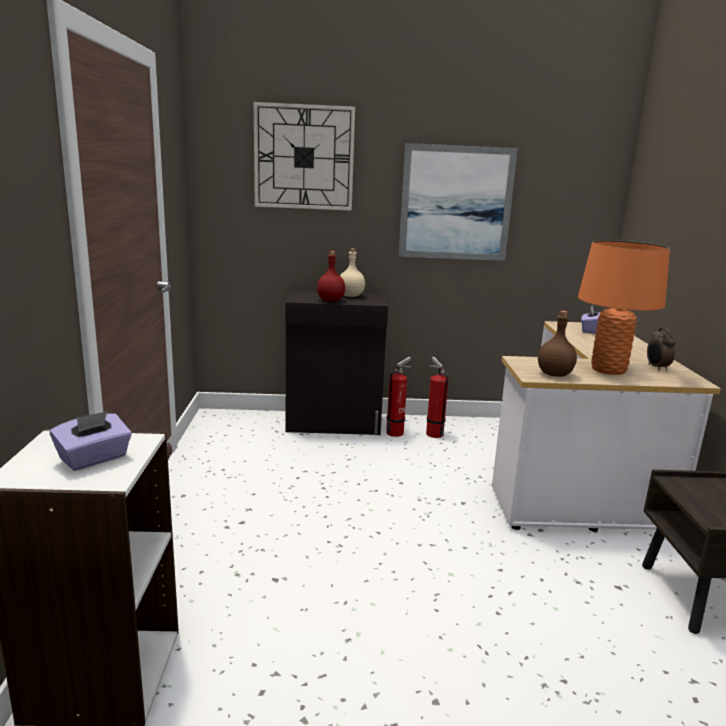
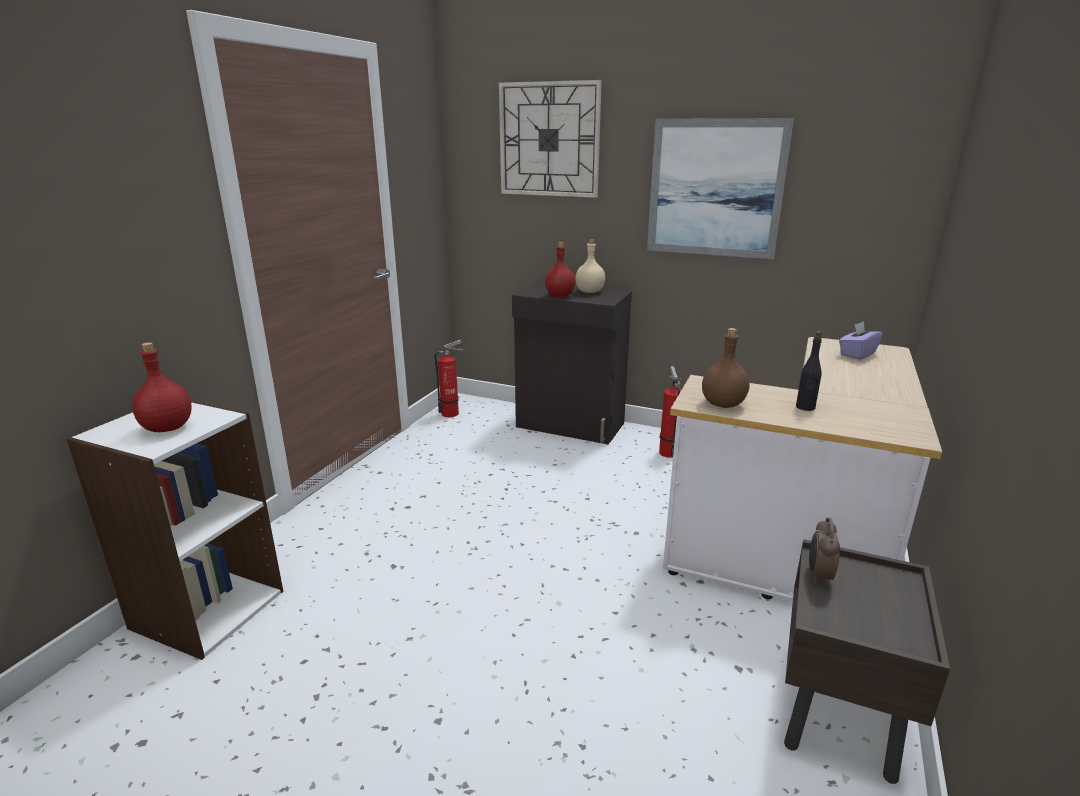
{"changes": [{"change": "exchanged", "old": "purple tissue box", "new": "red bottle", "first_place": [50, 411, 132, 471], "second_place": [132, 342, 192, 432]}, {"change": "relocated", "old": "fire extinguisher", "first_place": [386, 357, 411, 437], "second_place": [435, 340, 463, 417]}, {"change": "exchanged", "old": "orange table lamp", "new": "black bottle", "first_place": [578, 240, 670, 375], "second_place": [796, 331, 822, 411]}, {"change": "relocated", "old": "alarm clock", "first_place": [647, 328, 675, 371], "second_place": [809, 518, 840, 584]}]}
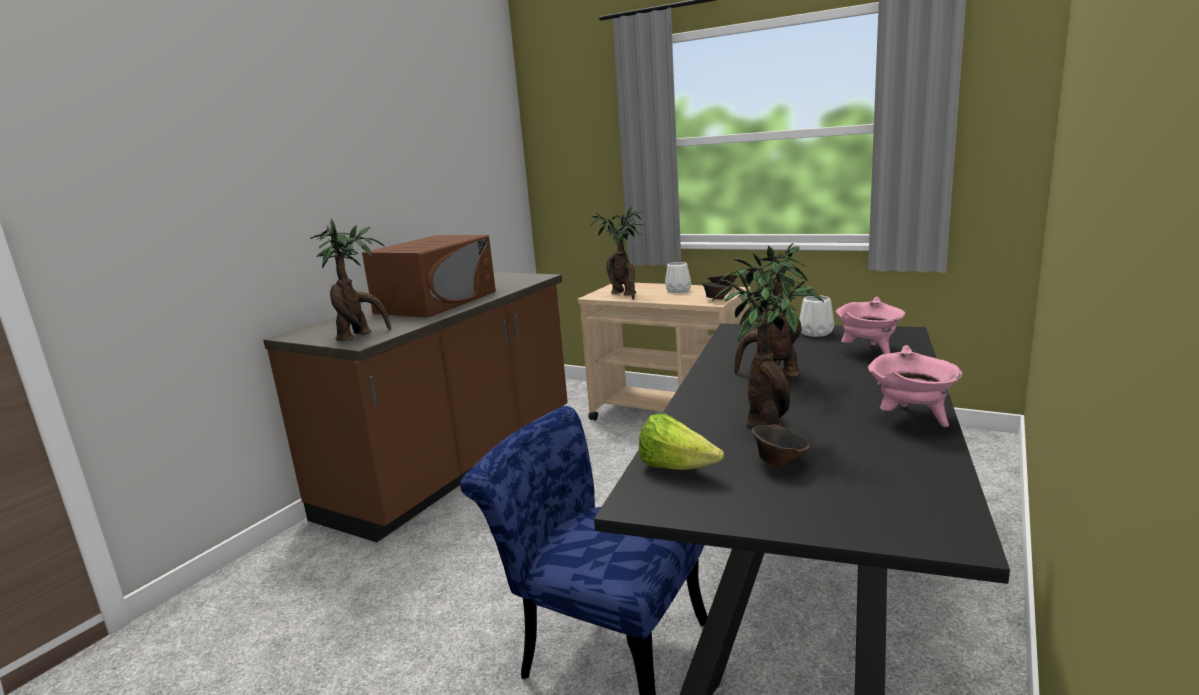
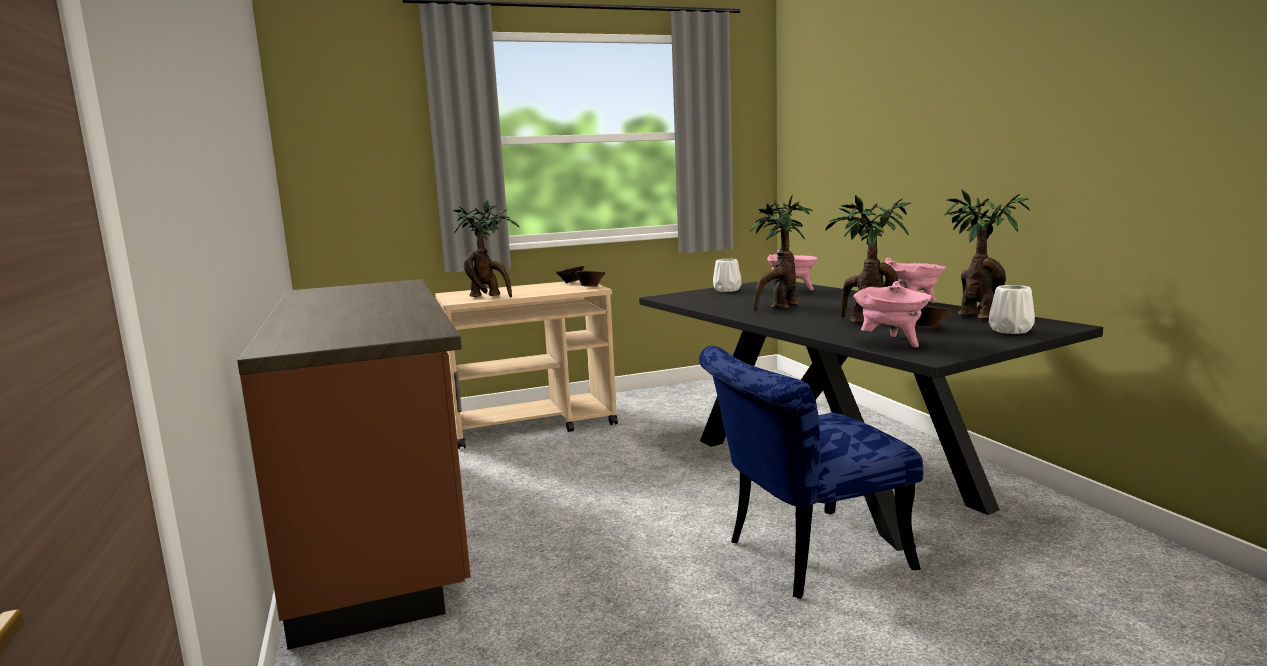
{"changes": [{"change": "exchanged", "old": "lettuce", "new": "pink cooking pot", "first_place": [639, 414, 724, 470], "second_place": [853, 281, 932, 347]}, {"change": "relocated", "old": "potted plant", "first_place": [310, 218, 391, 341], "second_place": [944, 189, 1030, 319]}, {"change": "relocated", "old": "white vase", "first_place": [665, 262, 691, 293], "second_place": [989, 285, 1035, 334]}, {"change": "missing", "old": "brown microwave", "first_place": [362, 235, 496, 318]}]}
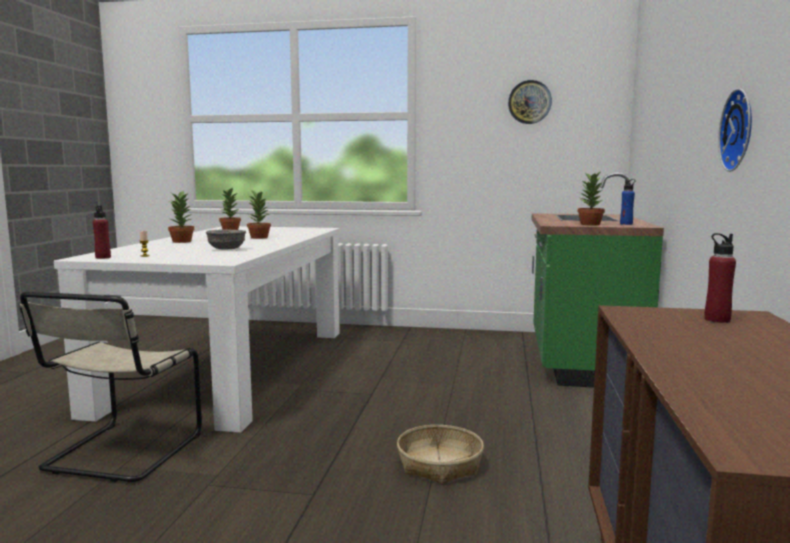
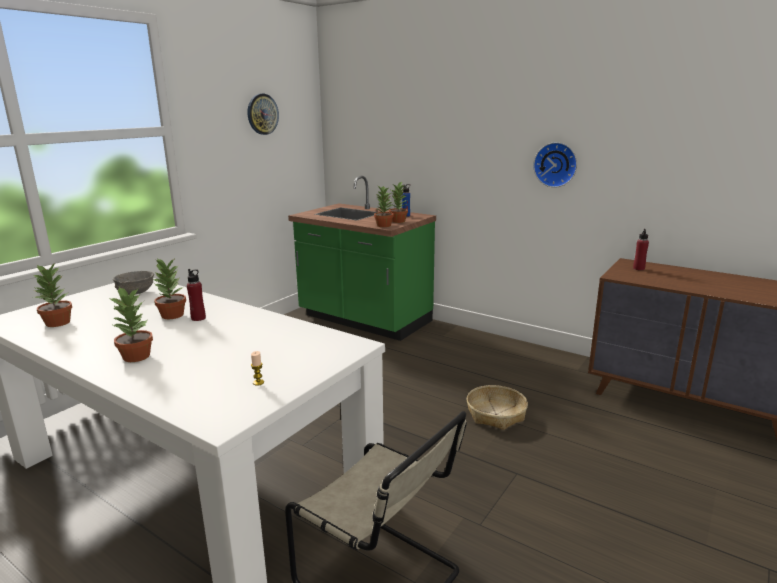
{"changes": [{"change": "relocated", "old": "grey bowl", "first_place": [206, 229, 246, 249], "second_place": [113, 271, 154, 295]}, {"change": "relocated", "old": "red bottle", "first_place": [93, 205, 111, 259], "second_place": [187, 269, 206, 321]}, {"change": "appeared", "new": "potted plant", "second_place": [374, 185, 394, 227]}]}
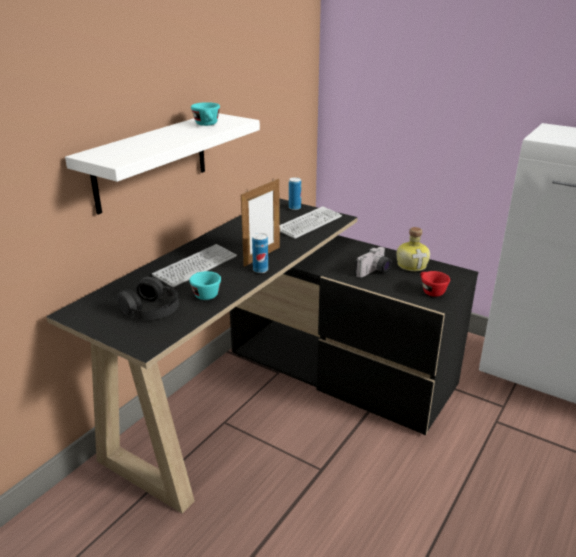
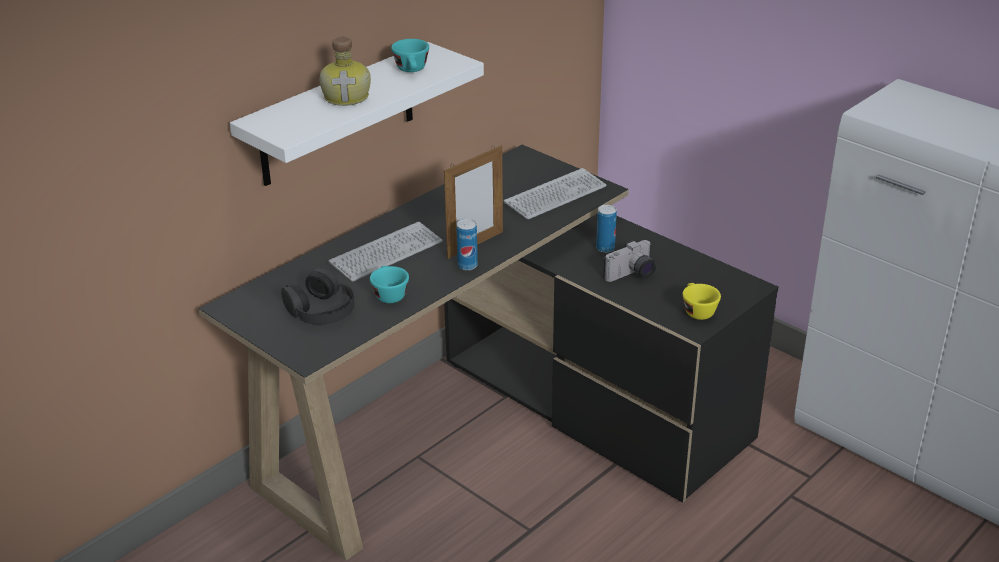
{"changes": [{"change": "relocated", "old": "bottle", "first_place": [396, 227, 430, 271], "second_place": [319, 37, 371, 106]}, {"change": "relocated", "old": "can", "first_place": [289, 177, 301, 210], "second_place": [596, 205, 617, 253]}, {"change": "colour", "old": "red cup", "new": "yellow cup", "first_place": [420, 271, 450, 297], "second_place": [683, 283, 721, 320]}]}
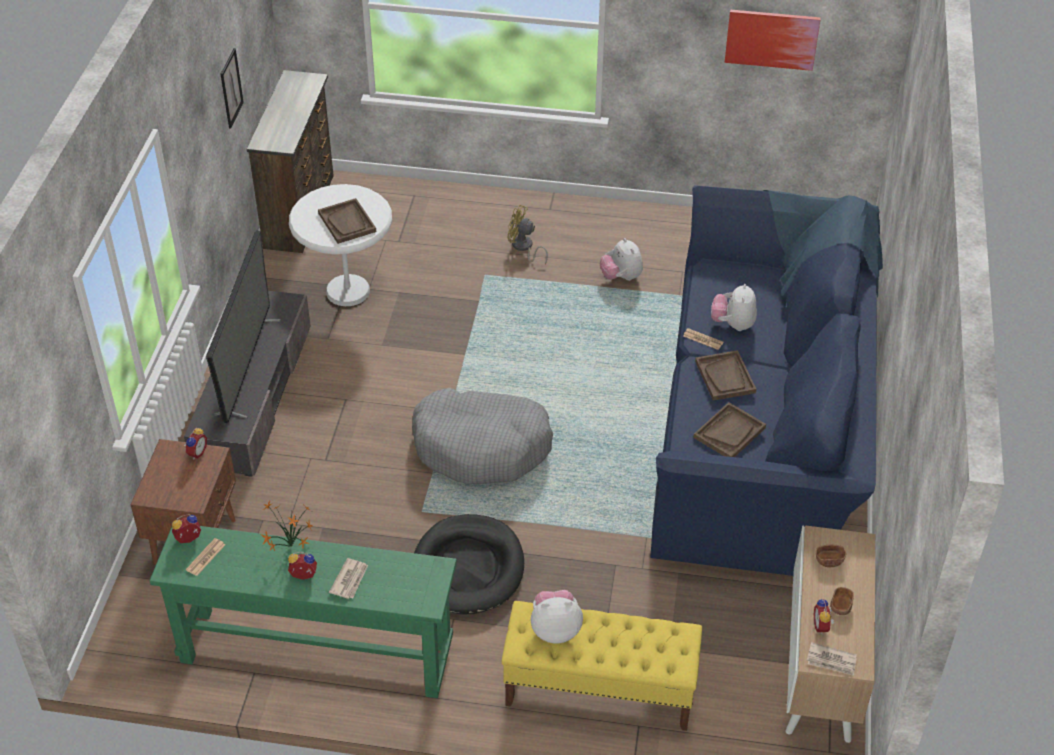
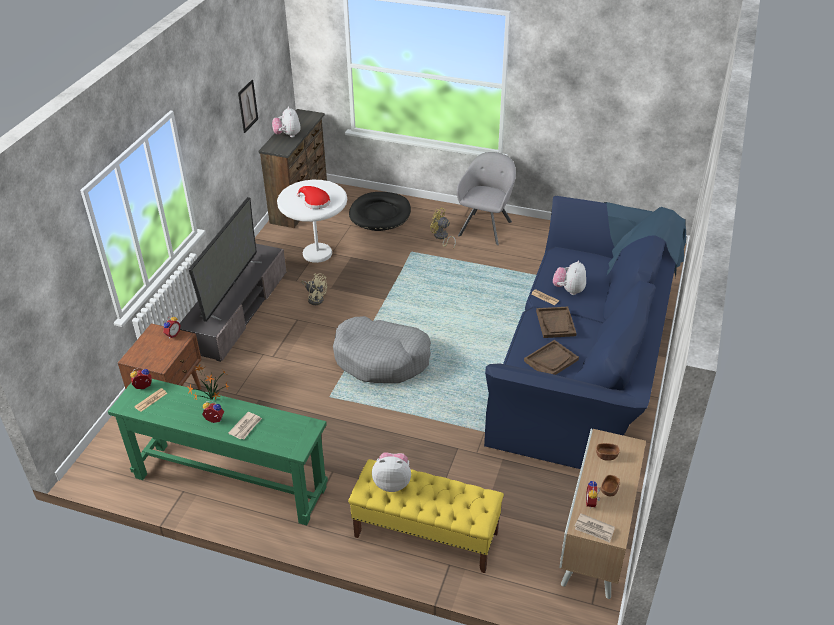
{"changes": [{"change": "relocated", "old": "plush toy", "first_place": [600, 238, 643, 281], "second_place": [272, 106, 301, 137]}, {"change": "exchanged", "old": "brown tray", "new": "red hat", "first_place": [318, 198, 376, 244], "second_place": [297, 186, 330, 209]}, {"change": "appeared", "new": "beige fan", "second_place": [301, 273, 327, 305]}, {"change": "relocated", "old": "black dog bed", "first_place": [414, 514, 524, 615], "second_place": [349, 192, 411, 231]}, {"change": "appeared", "new": "grey armchair", "second_place": [457, 152, 516, 245]}, {"change": "missing", "old": "picture", "first_place": [725, 9, 821, 71]}]}
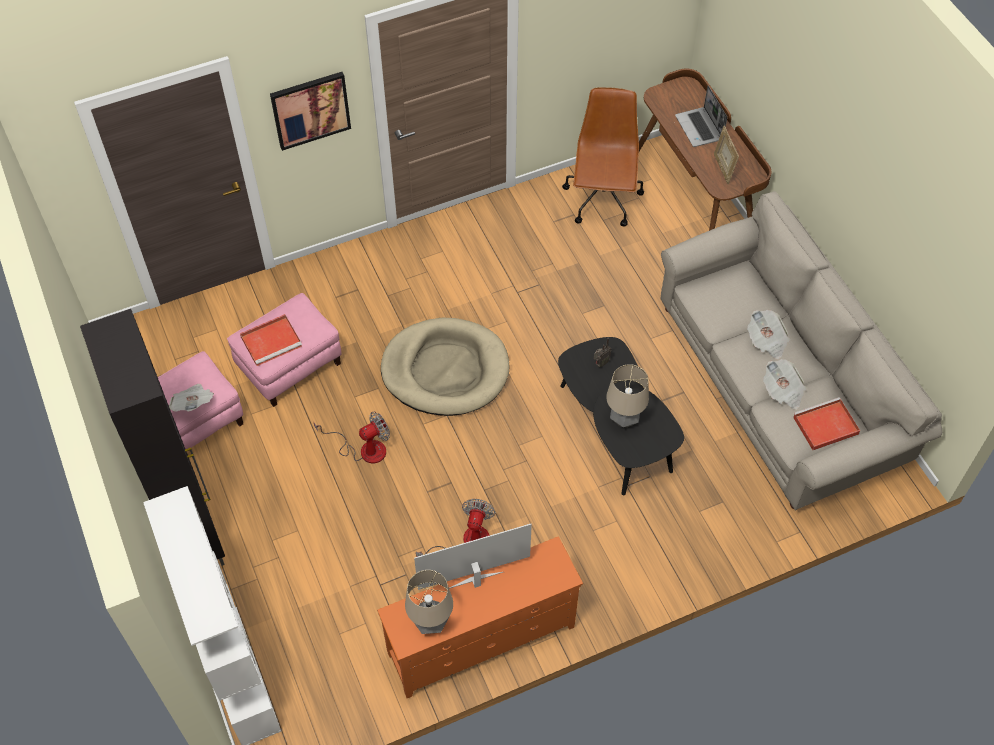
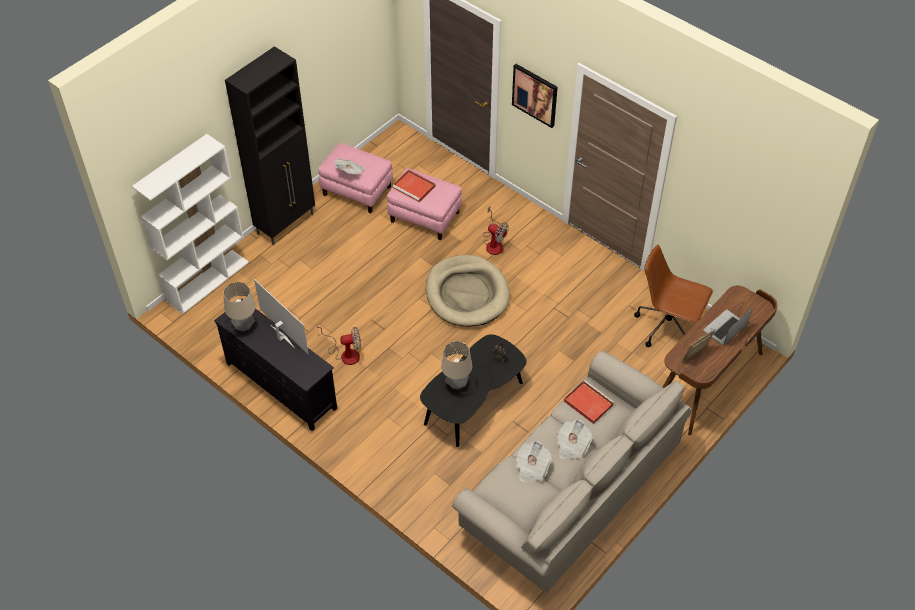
{"changes": [{"change": "colour", "old": "orange tv stand", "new": "black tv stand", "first_place": [377, 536, 583, 698], "second_place": [214, 299, 337, 431]}, {"change": "relocated", "old": "fan", "first_place": [314, 412, 390, 464], "second_place": [483, 206, 509, 255]}, {"change": "relocated", "old": "red tray", "first_place": [793, 397, 860, 450], "second_place": [564, 380, 614, 424]}, {"change": "spun", "old": "brown office chair", "first_place": [562, 87, 644, 226], "second_place": [634, 245, 713, 347], "degrees": -135}]}
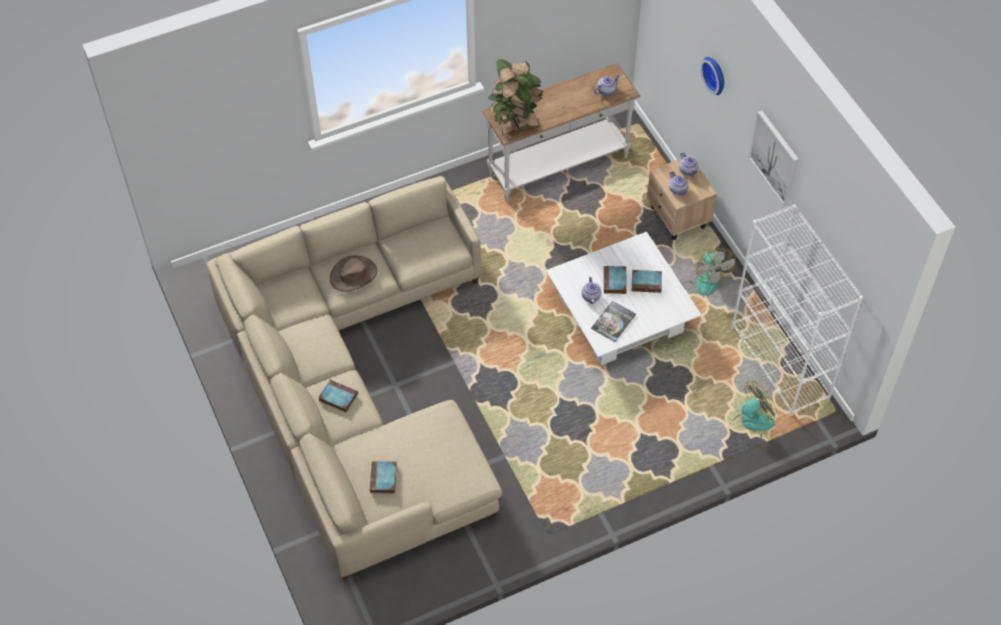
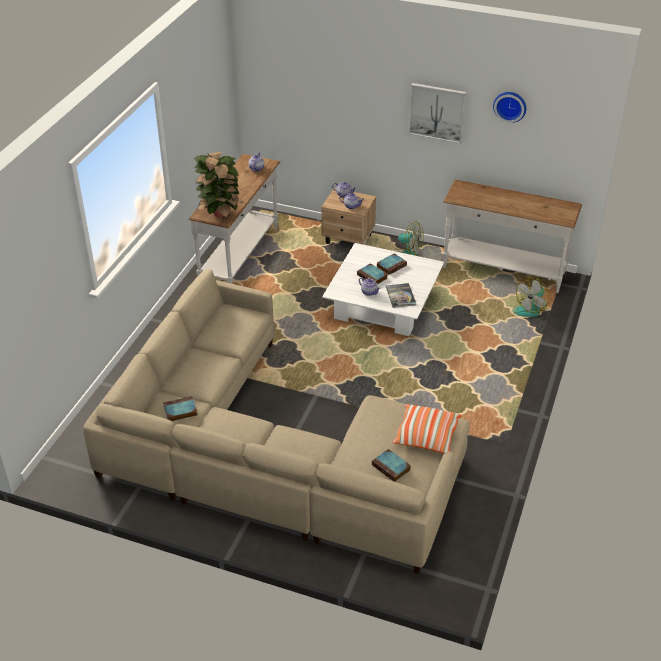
{"changes": [{"change": "relocated", "old": "book", "first_place": [318, 380, 358, 412], "second_place": [163, 396, 198, 421]}, {"change": "appeared", "new": "pillow", "second_place": [392, 404, 462, 454]}, {"change": "exchanged", "old": "white bookcase", "new": "white console table", "first_place": [731, 204, 863, 416], "second_place": [442, 180, 582, 293]}, {"change": "relocated", "old": "wall clock", "first_place": [700, 57, 724, 95], "second_place": [493, 92, 526, 123]}, {"change": "spun", "old": "fan", "first_place": [731, 381, 777, 449], "second_place": [513, 277, 549, 317], "degrees": -150}, {"change": "missing", "old": "brown hat", "first_place": [330, 255, 377, 292]}]}
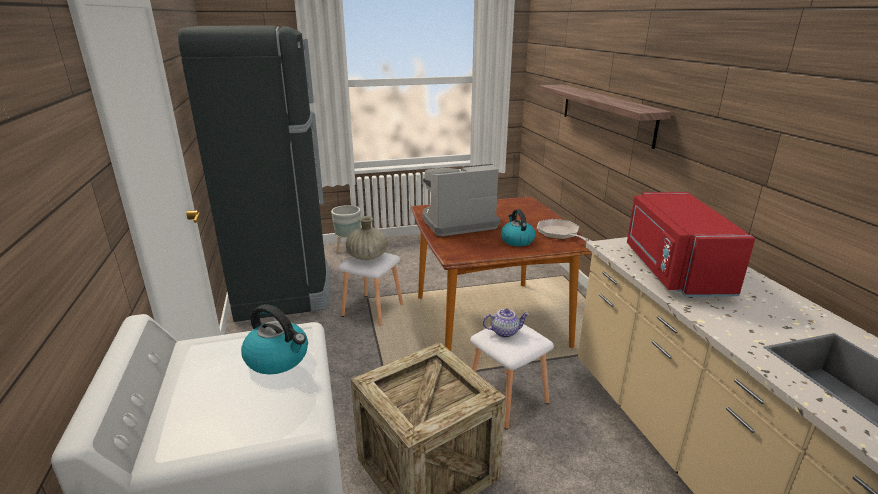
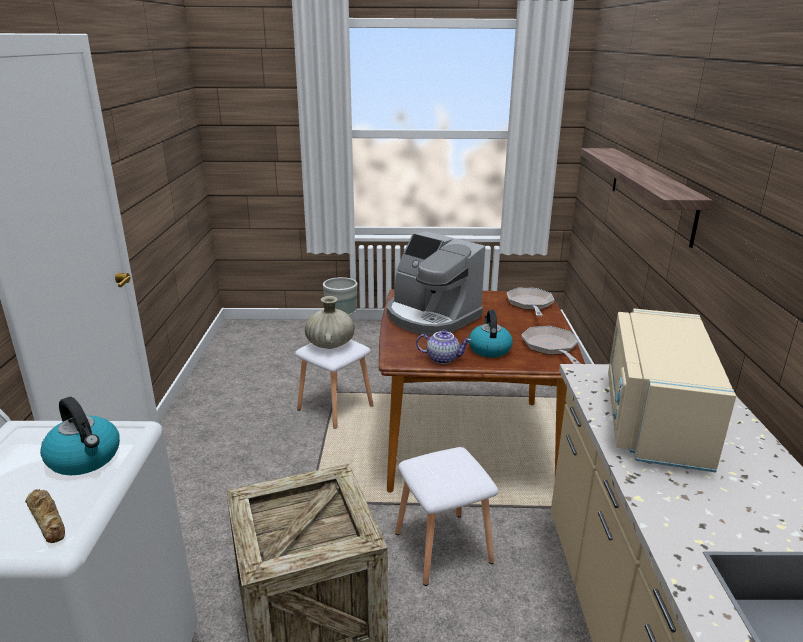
{"changes": [{"change": "appeared", "new": "bread", "second_place": [25, 489, 65, 543]}, {"change": "spun", "old": "coffee machine", "first_place": [422, 164, 501, 236], "second_place": [387, 231, 485, 336], "degrees": -135}, {"change": "relocated", "old": "teapot", "first_place": [483, 309, 529, 338], "second_place": [416, 330, 471, 364]}, {"change": "appeared", "new": "frying pan", "second_place": [507, 288, 554, 316]}, {"change": "colour", "old": "red microwave", "new": "beige microwave", "first_place": [627, 192, 755, 297], "second_place": [608, 309, 736, 473]}, {"change": "missing", "old": "black fridge", "first_place": [178, 25, 330, 322]}]}
